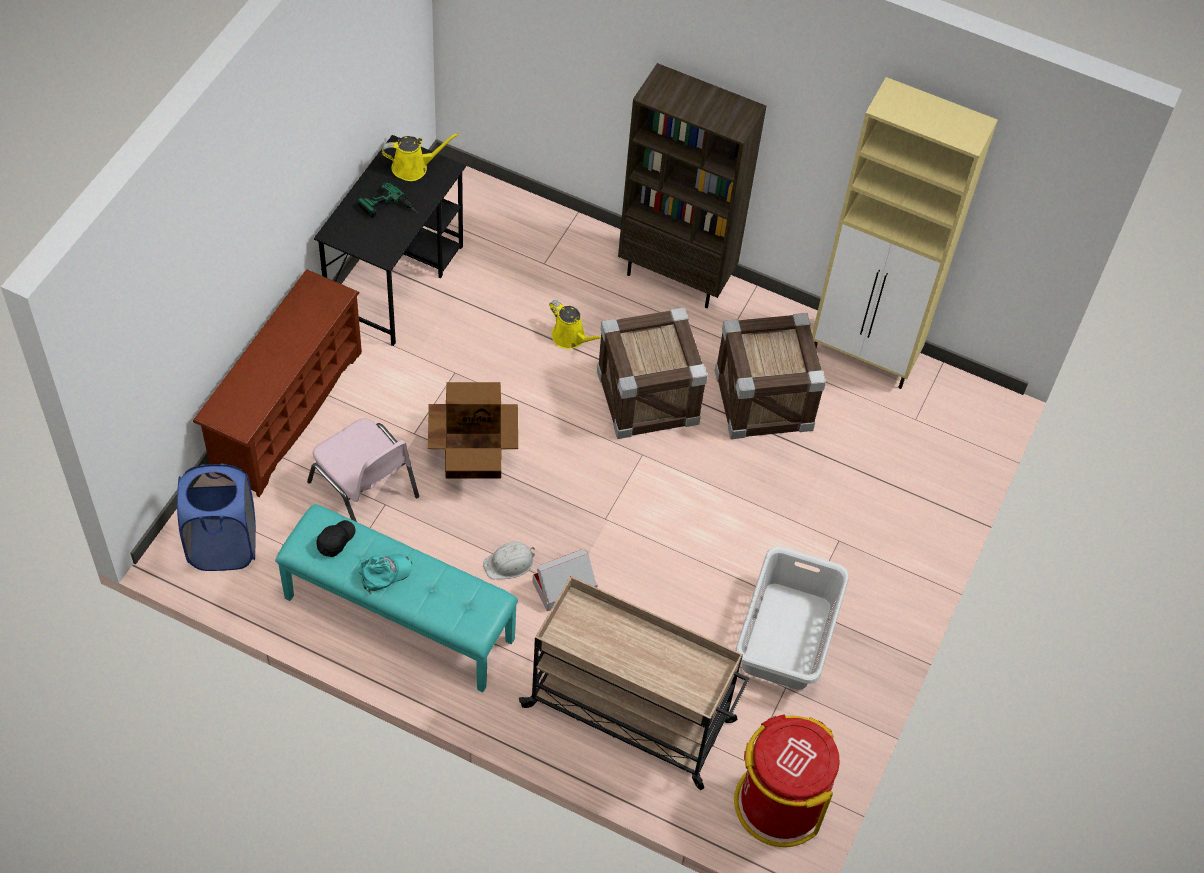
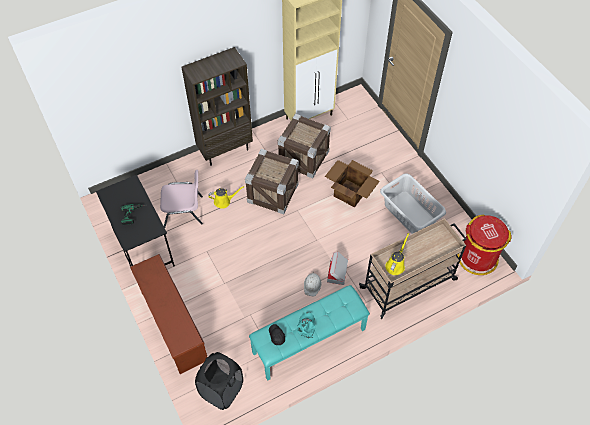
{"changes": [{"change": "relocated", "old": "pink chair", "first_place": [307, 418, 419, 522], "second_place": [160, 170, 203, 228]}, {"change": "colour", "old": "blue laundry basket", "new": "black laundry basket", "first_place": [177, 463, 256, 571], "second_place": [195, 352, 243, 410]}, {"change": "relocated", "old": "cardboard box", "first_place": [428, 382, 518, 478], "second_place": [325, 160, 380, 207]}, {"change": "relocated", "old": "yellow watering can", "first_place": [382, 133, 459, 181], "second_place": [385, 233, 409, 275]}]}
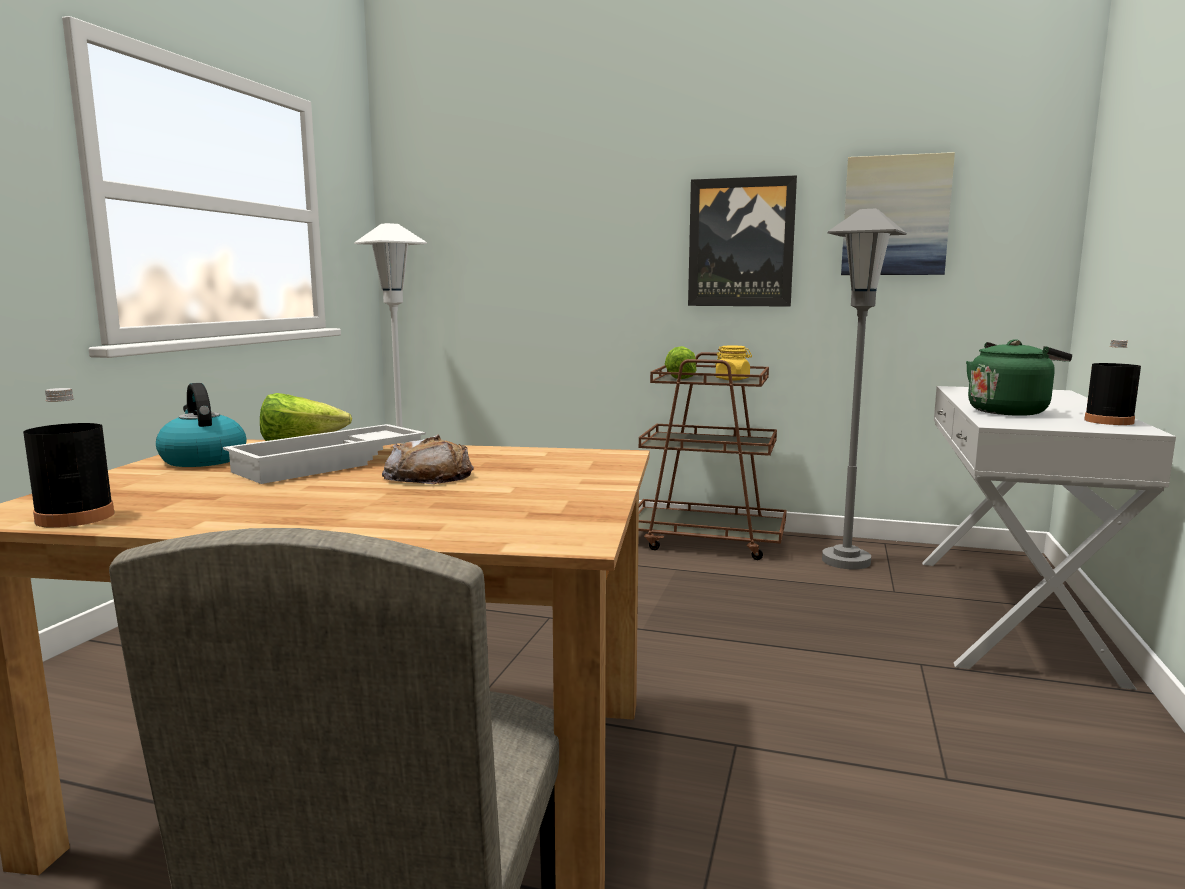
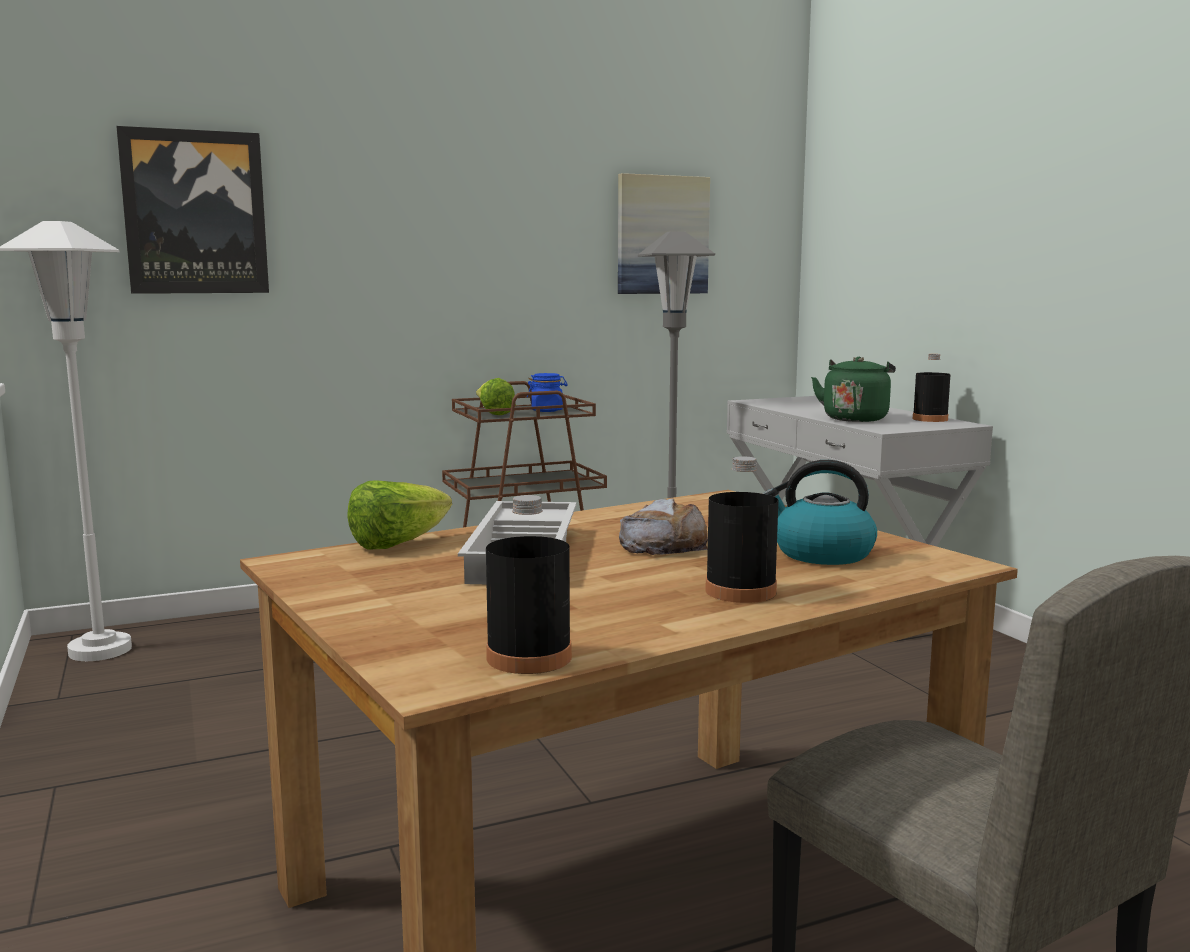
{"changes": [{"change": "relocated", "old": "picture", "first_place": [688, 175, 797, 307], "second_place": [116, 126, 269, 294]}, {"change": "colour", "old": "yellow jar", "new": "blue jar", "first_place": [715, 346, 752, 380], "second_place": [527, 373, 568, 412]}, {"change": "appeared", "new": "black bottle", "second_place": [705, 456, 779, 603]}, {"change": "relocated", "old": "kettle", "first_place": [156, 383, 246, 467], "second_place": [762, 460, 877, 565]}]}
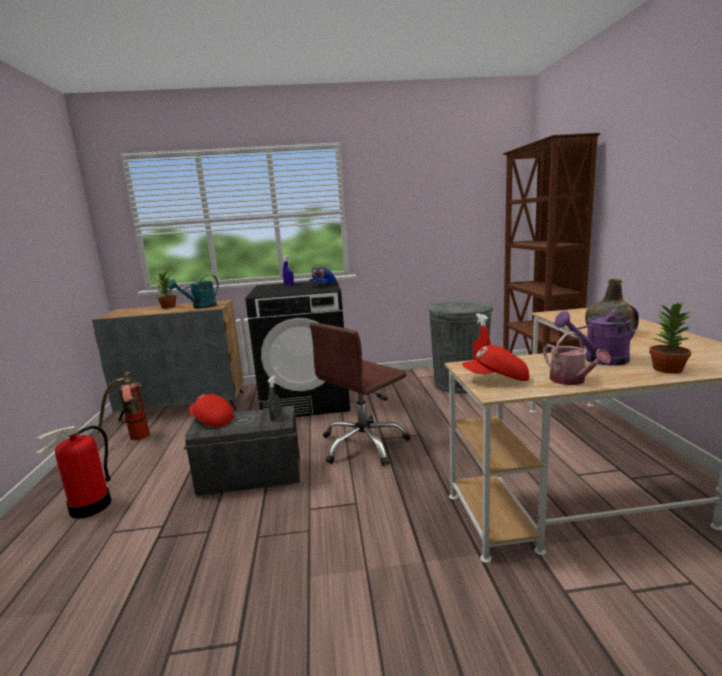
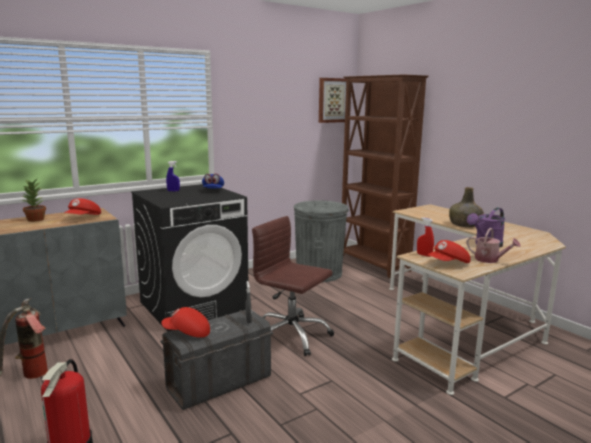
{"changes": [{"change": "exchanged", "old": "turquoise watering can", "new": "red cap", "first_place": [168, 275, 219, 309], "second_place": [65, 198, 101, 215]}, {"change": "spun", "old": "brown office chair", "first_place": [310, 323, 410, 466], "second_place": [252, 216, 334, 356], "degrees": 105}, {"change": "appeared", "new": "picture", "second_place": [319, 78, 346, 123]}, {"change": "missing", "old": "potted plant", "first_place": [649, 302, 692, 374]}]}
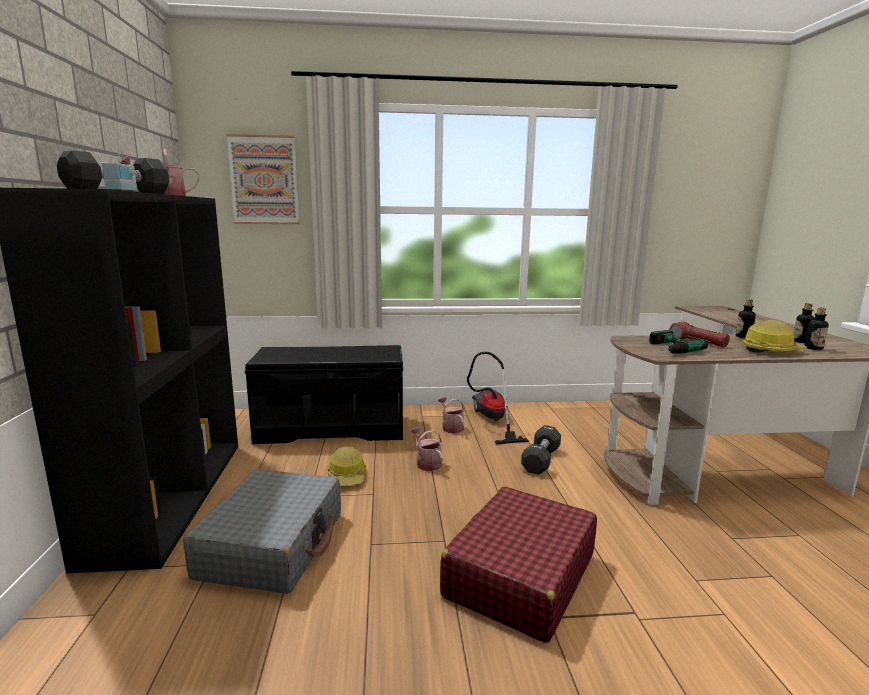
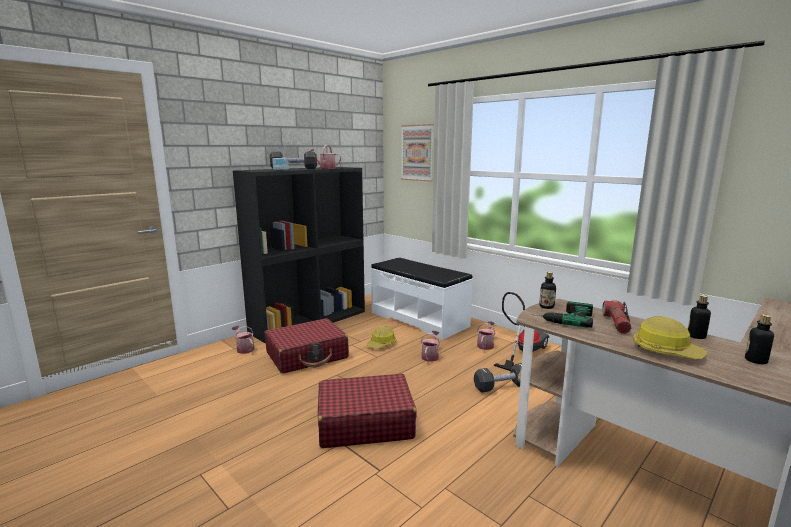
{"changes": [{"change": "appeared", "new": "watering can", "second_place": [232, 325, 255, 354]}, {"change": "colour", "old": "grey suitcase", "new": "red suitcase", "first_place": [183, 469, 341, 594], "second_place": [265, 318, 349, 374]}, {"change": "colour", "old": "black bench", "new": "white bench", "first_place": [245, 345, 403, 444], "second_place": [371, 258, 473, 340]}, {"change": "relocated", "old": "bottle", "first_place": [805, 308, 829, 350], "second_place": [539, 272, 556, 309]}]}
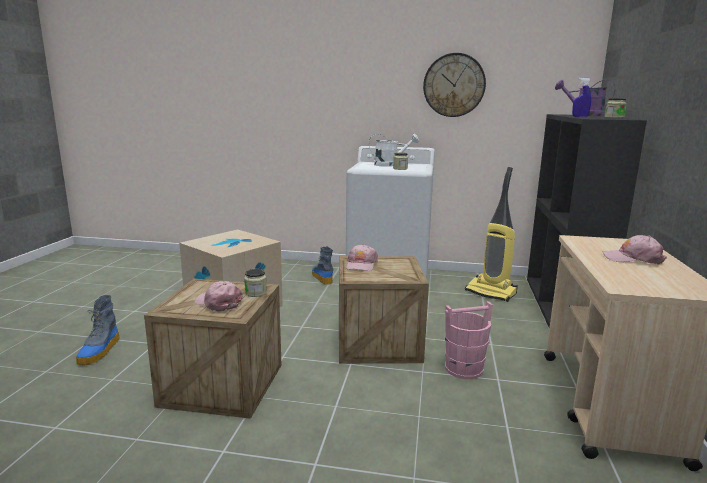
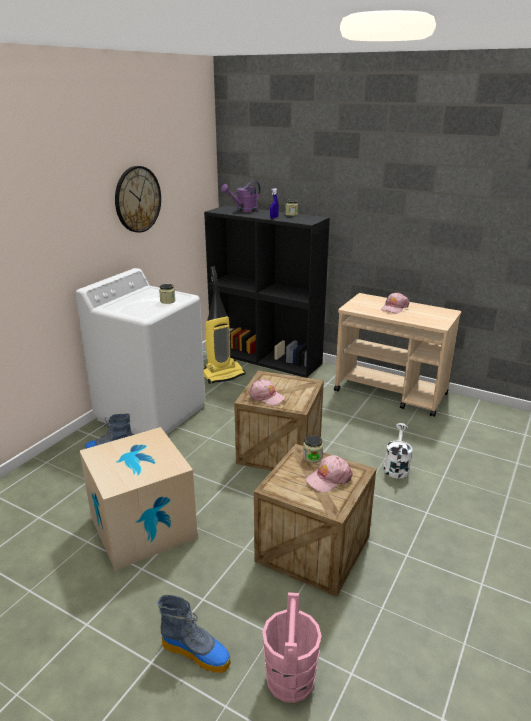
{"changes": [{"change": "relocated", "old": "pink bucket", "first_place": [445, 301, 493, 379], "second_place": [262, 592, 322, 703]}, {"change": "relocated", "old": "white watering can", "first_place": [369, 134, 419, 167], "second_place": [384, 423, 412, 479]}]}
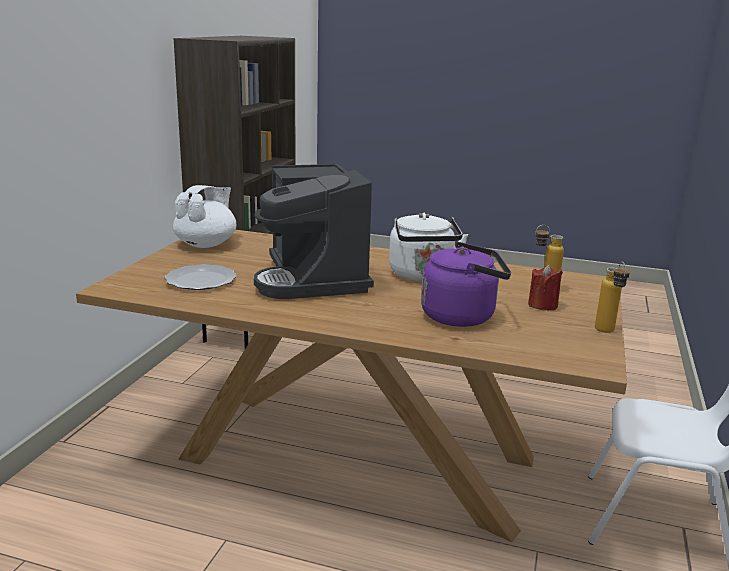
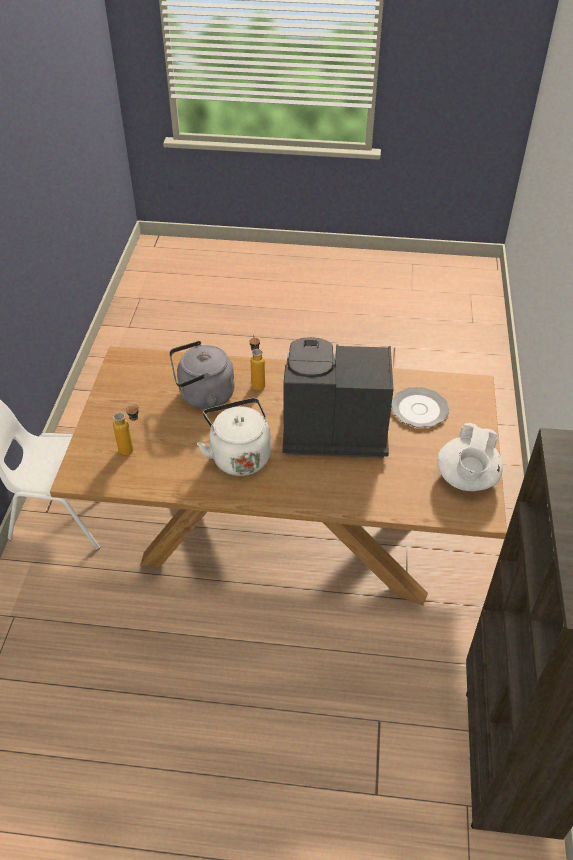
{"changes": [{"change": "colour", "old": "purple kettle", "new": "grey kettle", "first_place": [421, 242, 511, 327], "second_place": [169, 341, 235, 409]}, {"change": "relocated", "old": "bottle", "first_place": [595, 262, 630, 333], "second_place": [250, 335, 265, 391]}, {"change": "spun", "old": "coffee machine", "first_place": [254, 164, 374, 299], "second_place": [282, 337, 394, 458], "degrees": -60}, {"change": "missing", "old": "red candle", "first_place": [528, 264, 563, 310]}]}
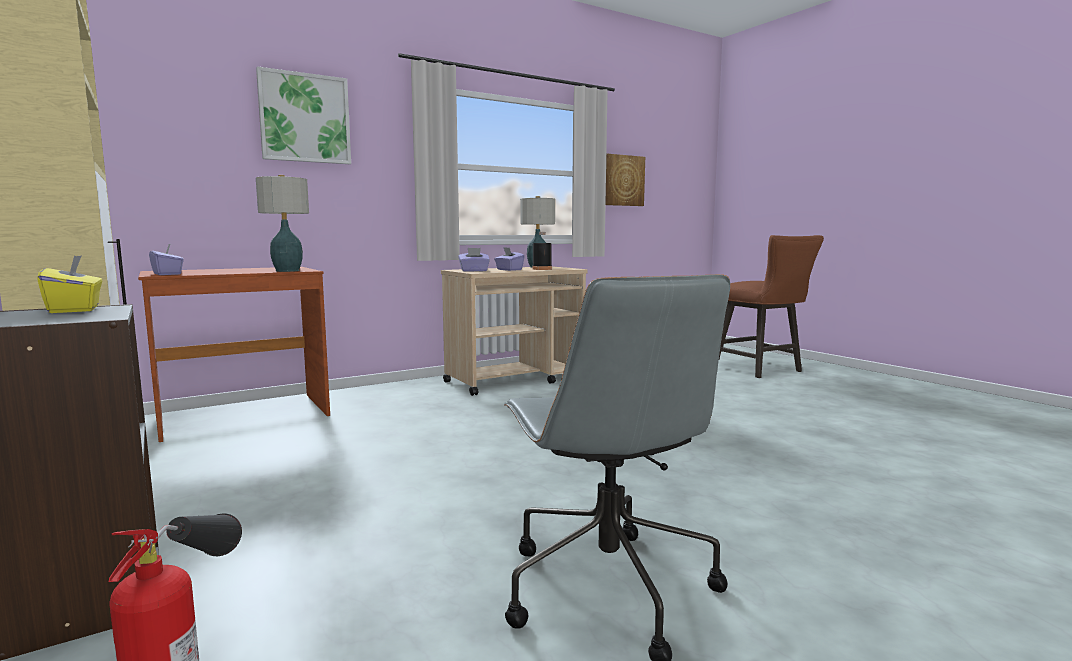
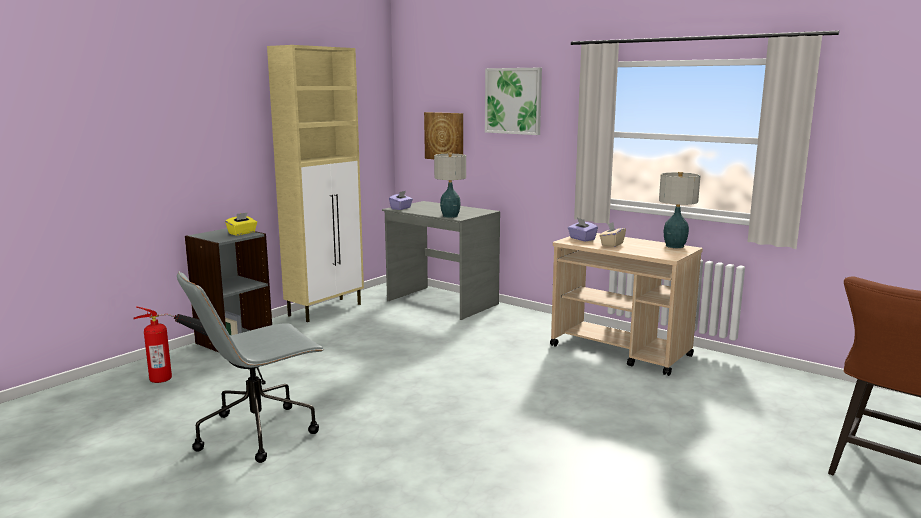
{"changes": [{"change": "colour", "old": "brown desk", "new": "grey desk", "first_place": [138, 267, 330, 442], "second_place": [382, 201, 500, 320]}, {"change": "relocated", "old": "picture", "first_place": [605, 154, 645, 206], "second_place": [424, 112, 463, 159]}, {"change": "colour", "old": "purple tissue box", "new": "beige tissue box", "first_place": [494, 247, 525, 271], "second_place": [600, 222, 626, 247]}, {"change": "missing", "old": "black bottle", "first_place": [533, 232, 552, 270]}]}
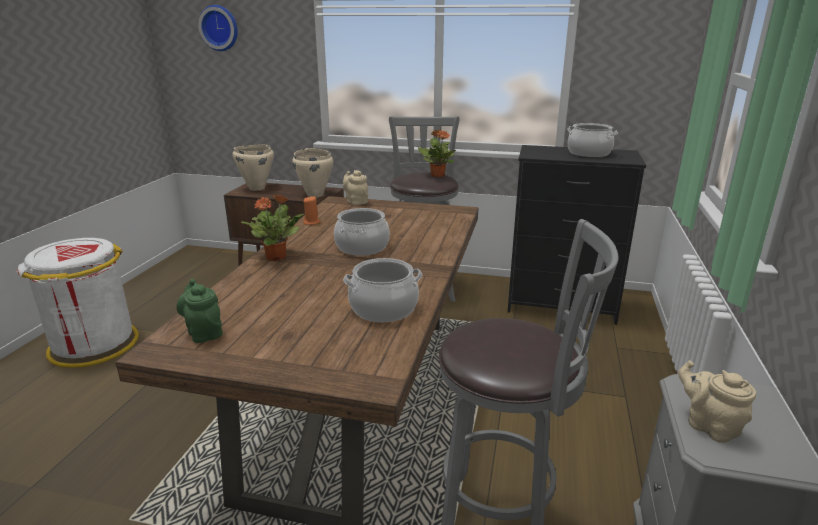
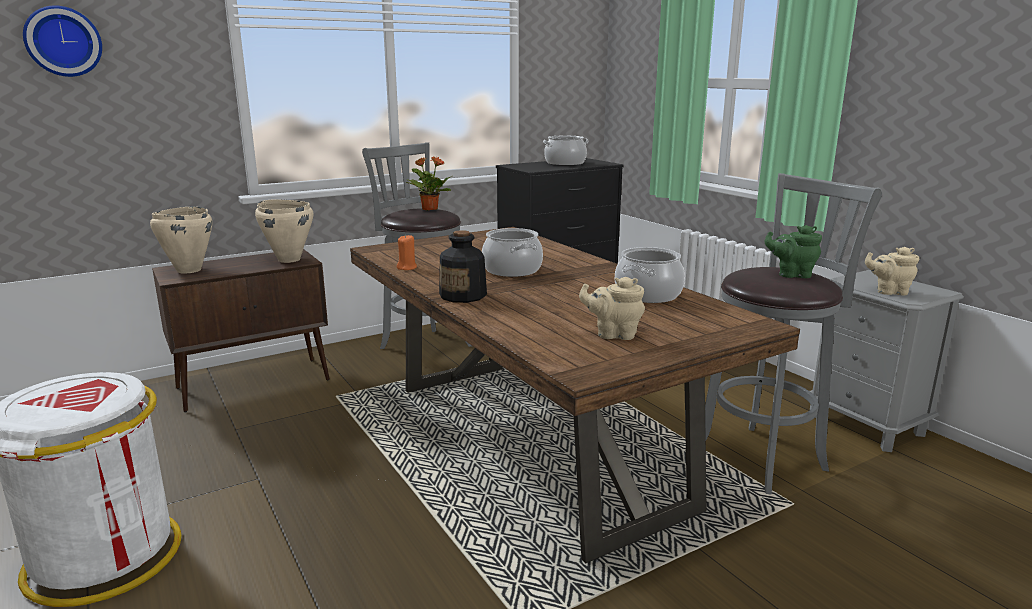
{"changes": [{"change": "exchanged", "old": "potted plant", "new": "bottle", "first_place": [241, 194, 304, 261], "second_place": [439, 230, 487, 303]}, {"change": "relocated", "old": "beige teapot", "first_place": [343, 170, 368, 205], "second_place": [579, 277, 645, 340]}, {"change": "relocated", "old": "green teapot", "first_place": [176, 279, 223, 343], "second_place": [765, 225, 822, 278]}]}
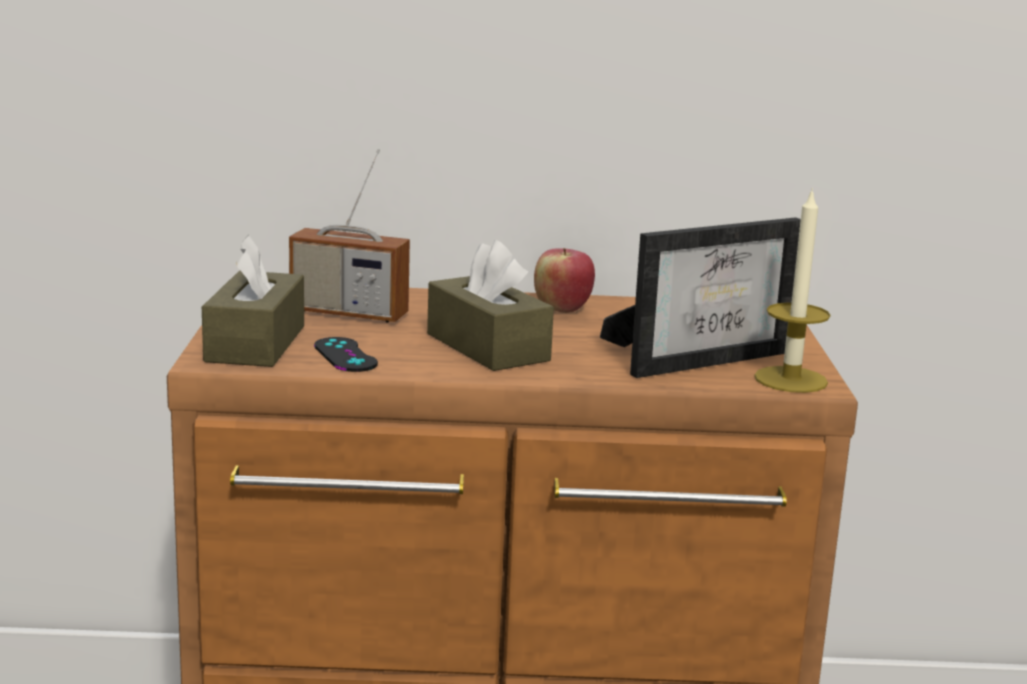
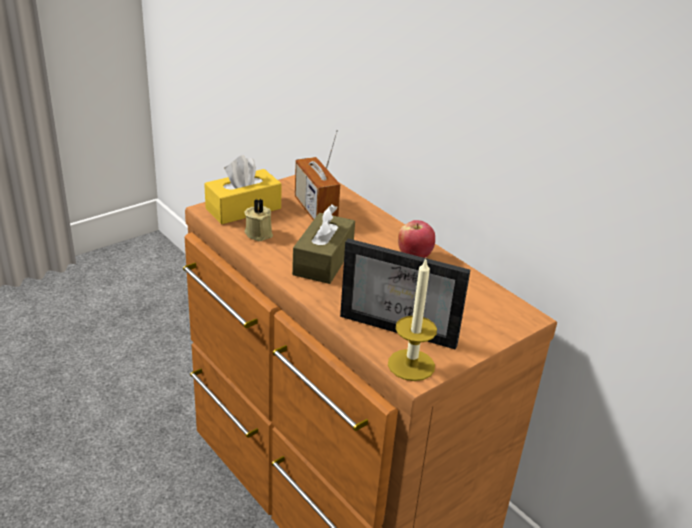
{"changes": [{"change": "colour", "old": "brown tissue box", "new": "yellow tissue box", "first_place": [202, 235, 304, 367], "second_place": [204, 155, 282, 224]}, {"change": "exchanged", "old": "black game controller", "new": "beige candle", "first_place": [314, 337, 378, 372], "second_place": [245, 199, 273, 241]}]}
